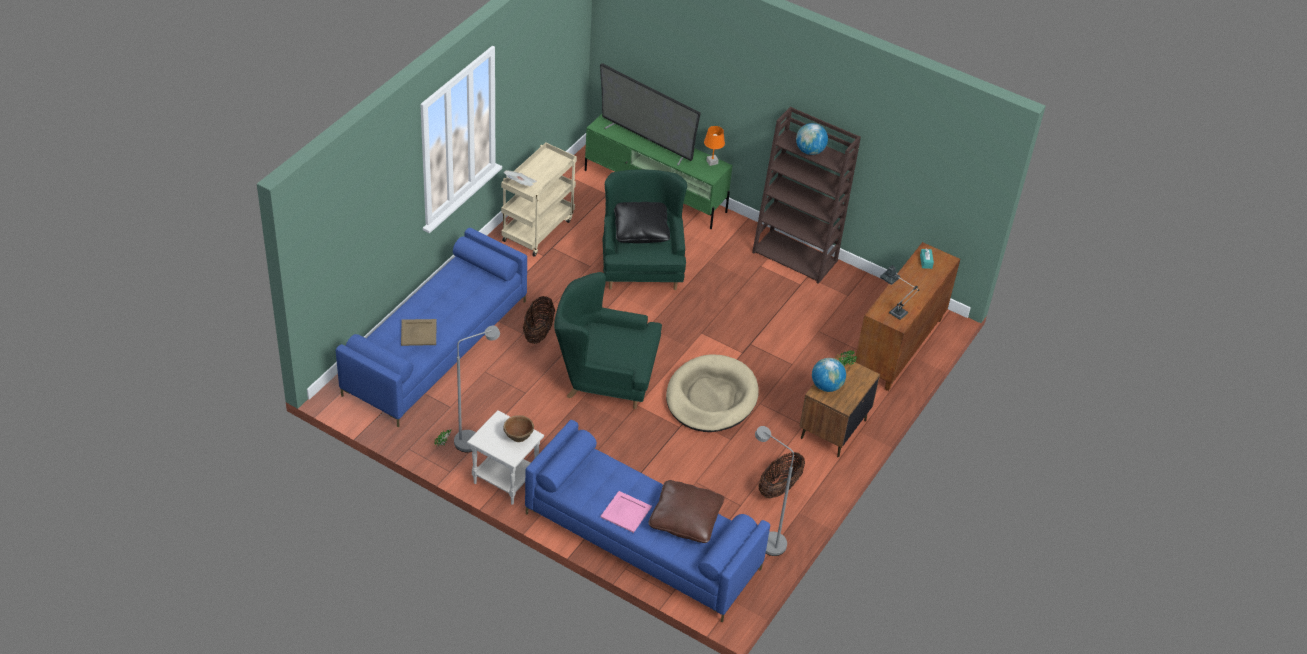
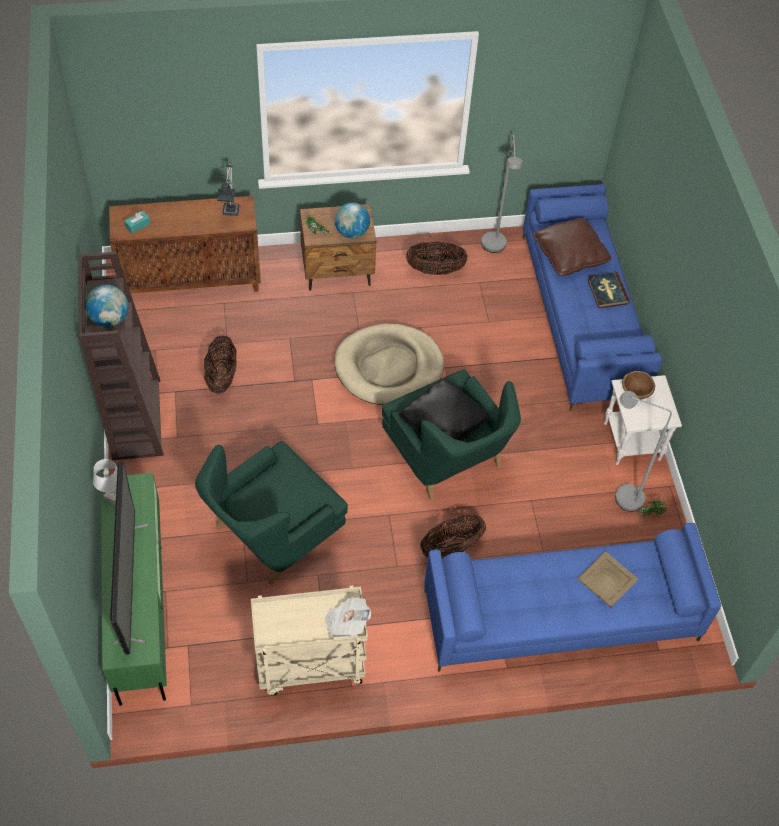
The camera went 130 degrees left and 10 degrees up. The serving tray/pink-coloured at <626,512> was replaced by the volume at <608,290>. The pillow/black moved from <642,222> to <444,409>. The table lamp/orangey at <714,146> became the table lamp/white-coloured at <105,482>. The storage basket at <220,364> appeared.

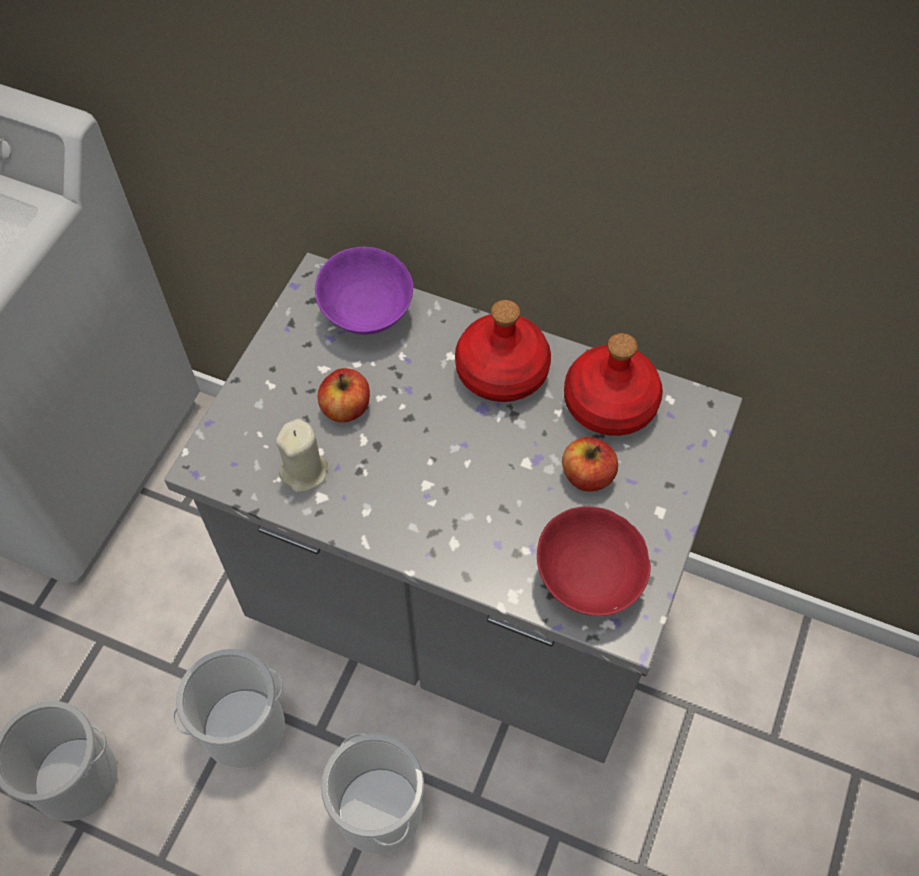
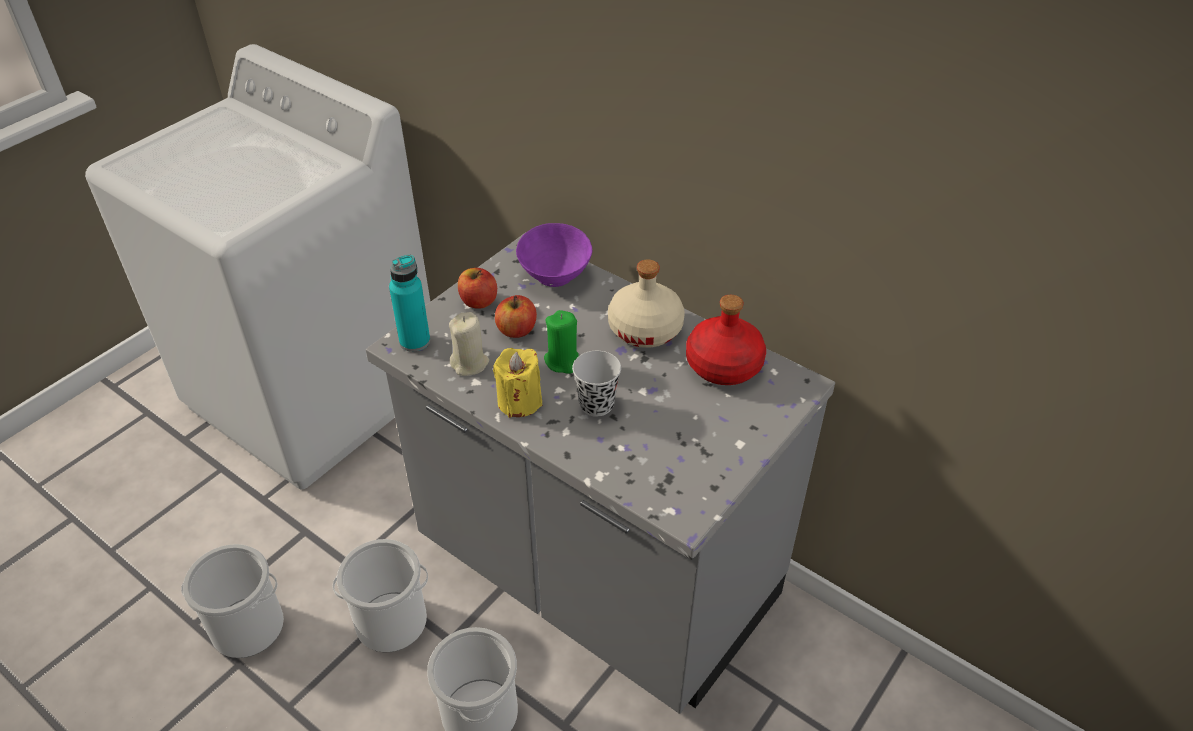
The camera went 15 degrees right and 15 degrees down. The drink bottle/reddish at <503,351> became the drink bottle/beige at <646,303>. The bowl/reddish at <594,561> disappeared. The apple moved from <590,464> to <477,288>. The drink bottle/turquoise-coloured at <409,303> appeared. The wax candle/yellowish at <517,383> appeared. The wax candle/green at <561,342> appeared. The drinking cup/black at <596,384> appeared.

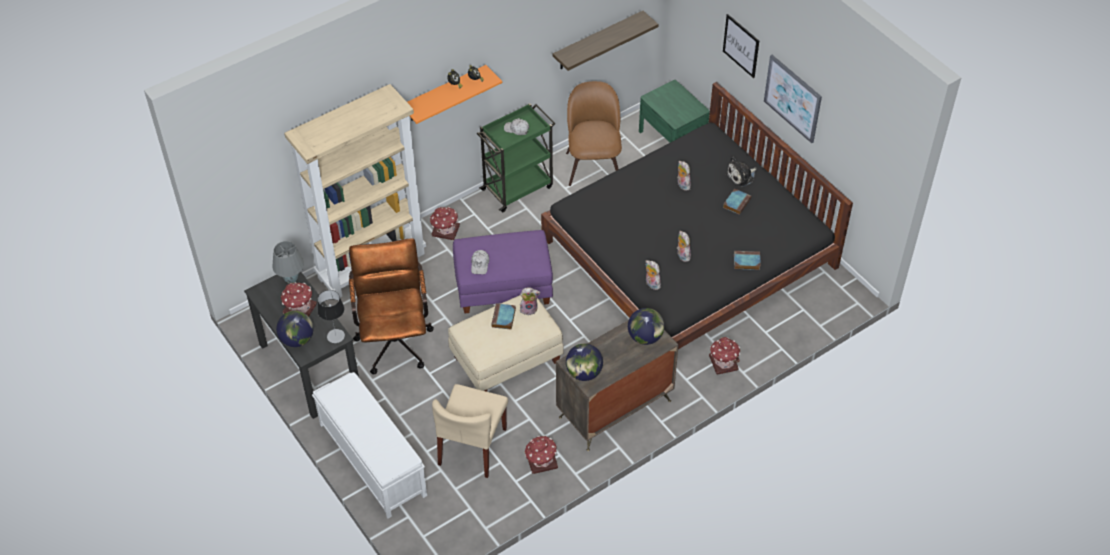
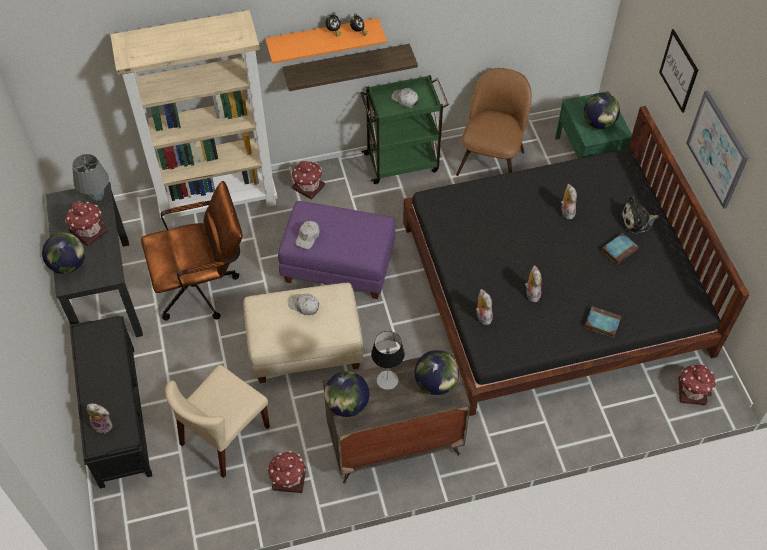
The camera went 20 degrees right and 5 degrees up. The indoor bench/white-coloured at <369,445> became the indoor bench/black at <111,402>. The table lamp moved from <331,316> to <388,360>. The computer chair/brown-coloured at <391,306> turned 60 degrees clockwise. The volume at <503,316> was replaced by the peaked cap/white-coloured at <303,304>. The cuddly toy moved from <530,301> to <99,418>. The wall shelf moved from <606,41> to <350,67>. The model house moved from <724,356> to <697,385>. The desk globe at <602,111> appeared.

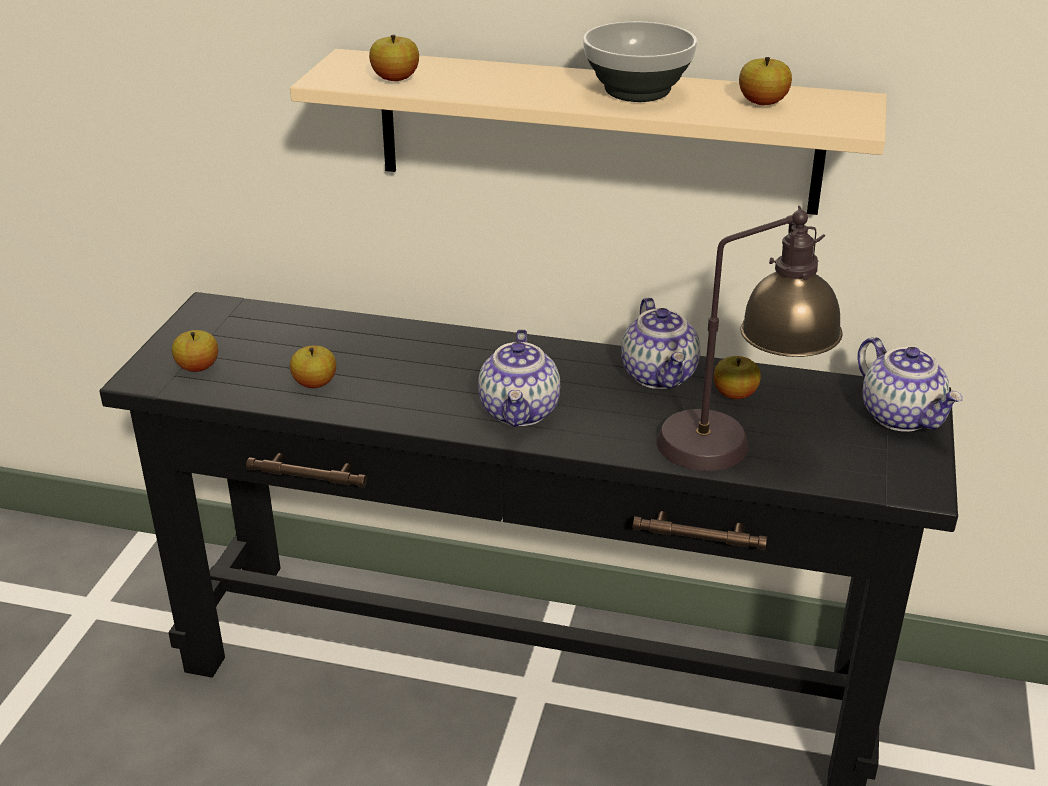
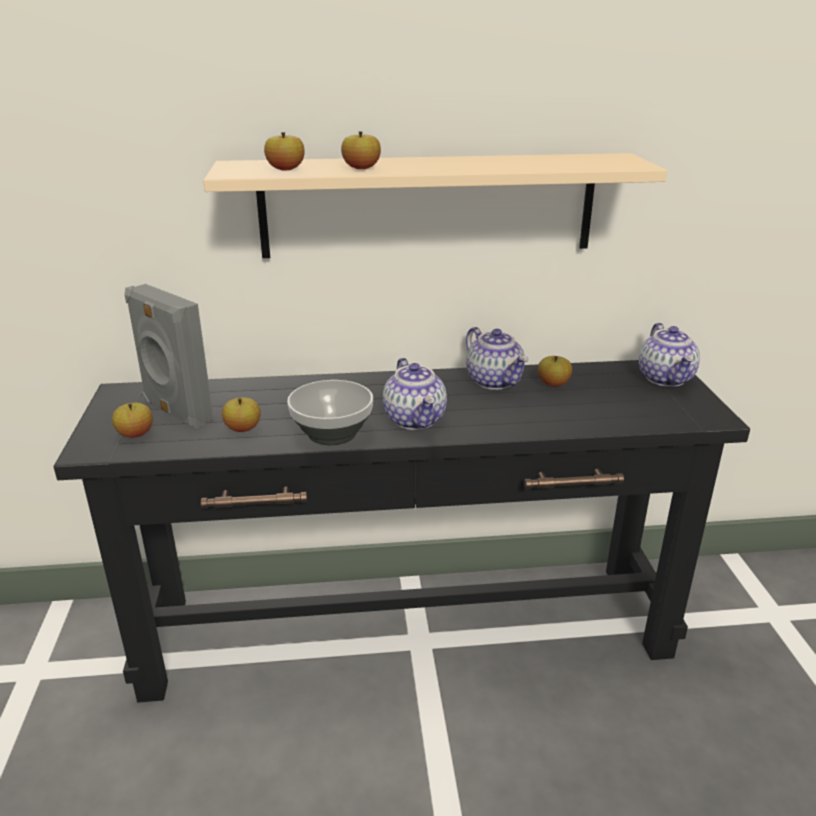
The camera went 20 degrees left and 5 degrees down. The bowl moved from <640,61> to <330,412>. The table lamp at <749,338> disappeared. The apple moved from <765,81> to <361,150>. The tea pot at <910,384> turned 45 degrees clockwise. The speaker/grey at <169,356> appeared.

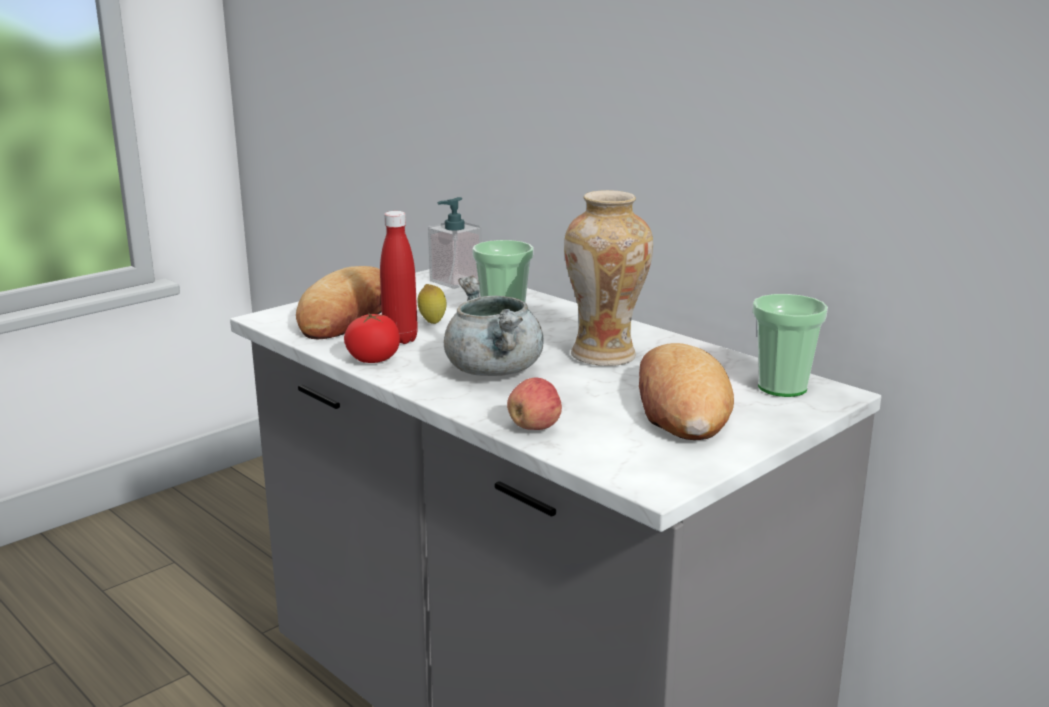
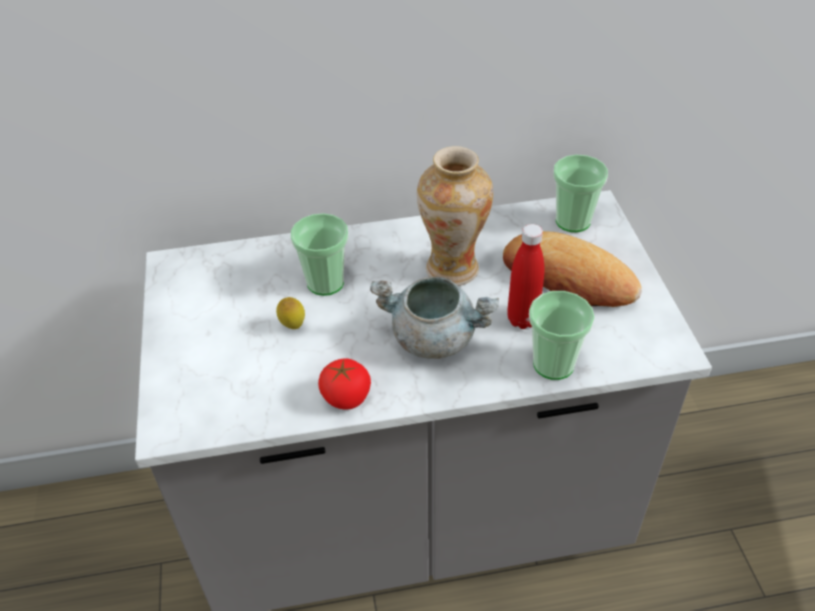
The camera went 55 degrees left and 25 degrees up. The bread at <339,302> disappeared. The drink bottle/reddish moved from <399,277> to <525,276>. The soap dispenser at <455,243> disappeared. The apple at <534,404> was replaced by the drinking cup at <562,335>.

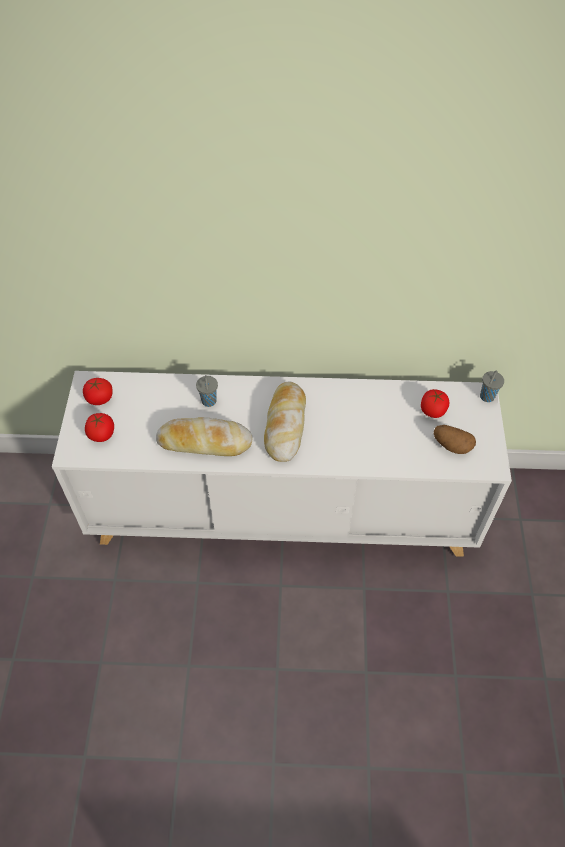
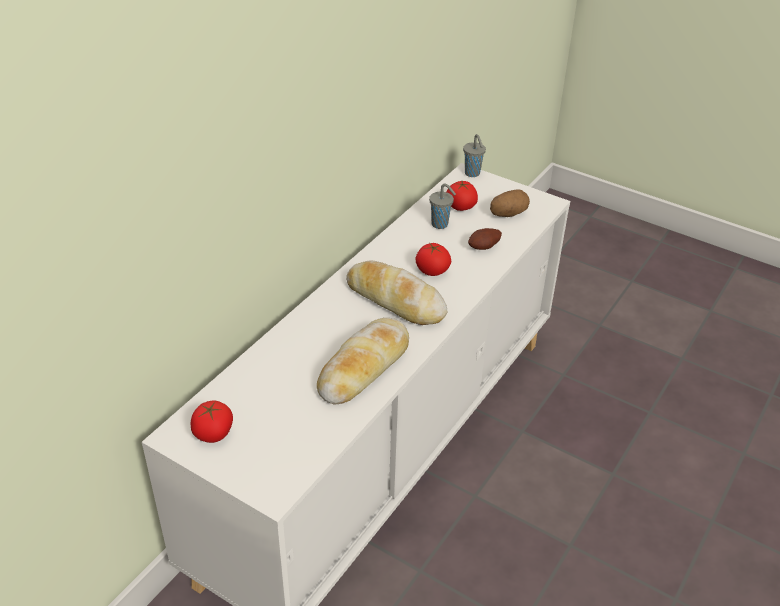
The camera went 60 degrees left and 15 degrees down. The tomato moved from <99,427> to <433,259>. The drinking cup/grey moved from <207,391> to <442,206>. The spud at <485,239> appeared.

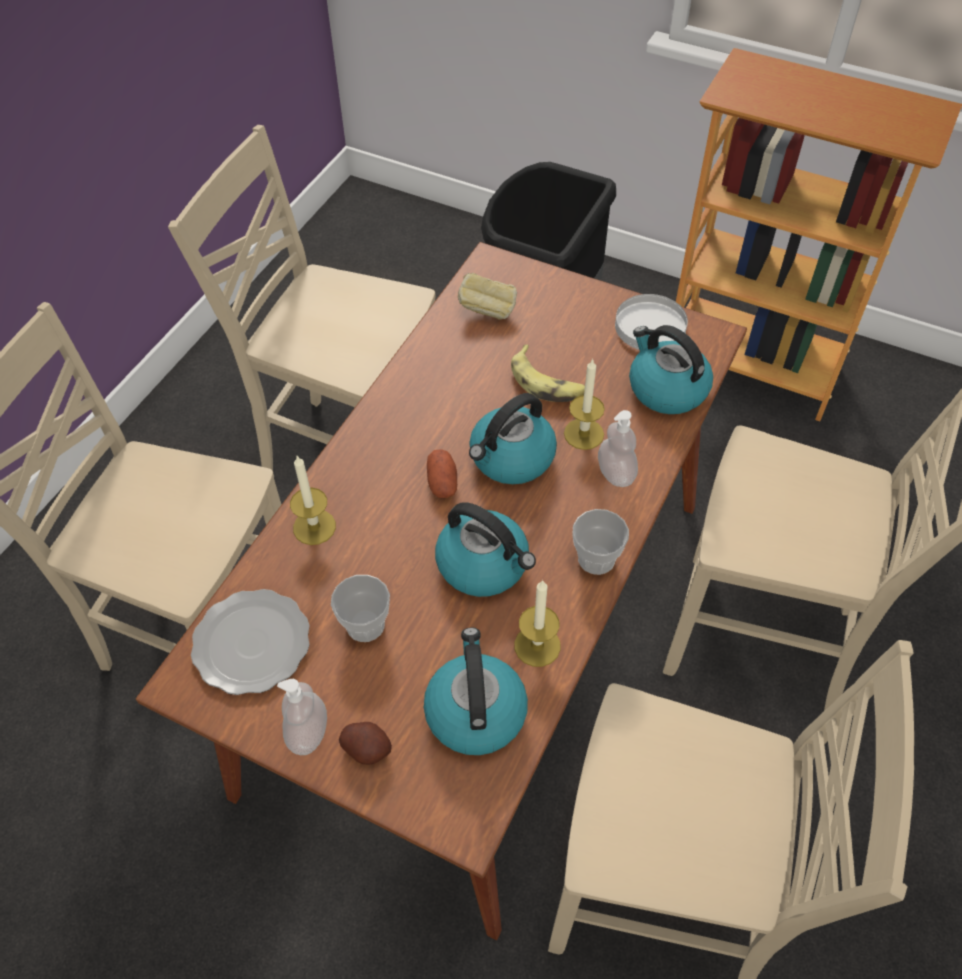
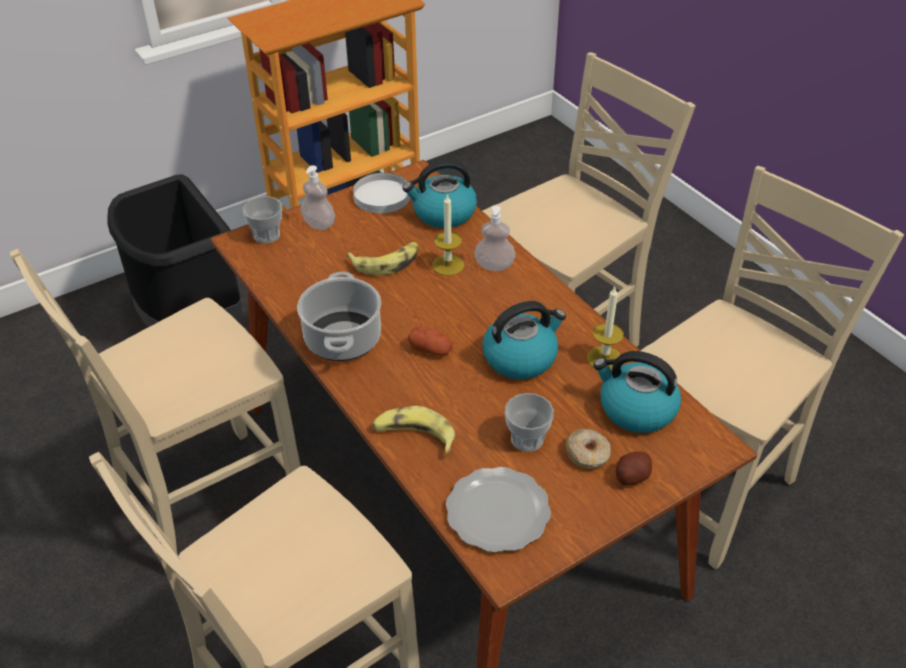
The camera went 60 degrees left and 10 degrees down. The soap dispenser moved from <302,717> to <318,197>. The wax candle at <313,500> was replaced by the banana fruit at <413,430>. The bread at <487,296> disappeared. The water kettle at <513,438> disappeared. The drinking cup moved from <600,542> to <262,220>. The saucepot at <339,316> appeared. The ring doughnut at <588,449> appeared.

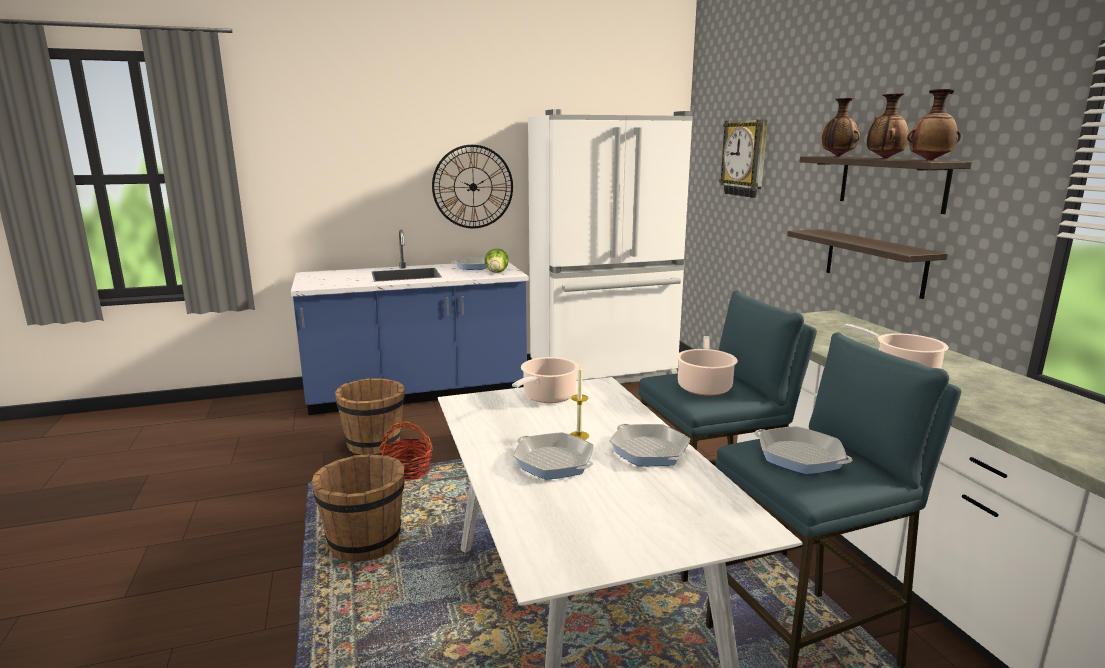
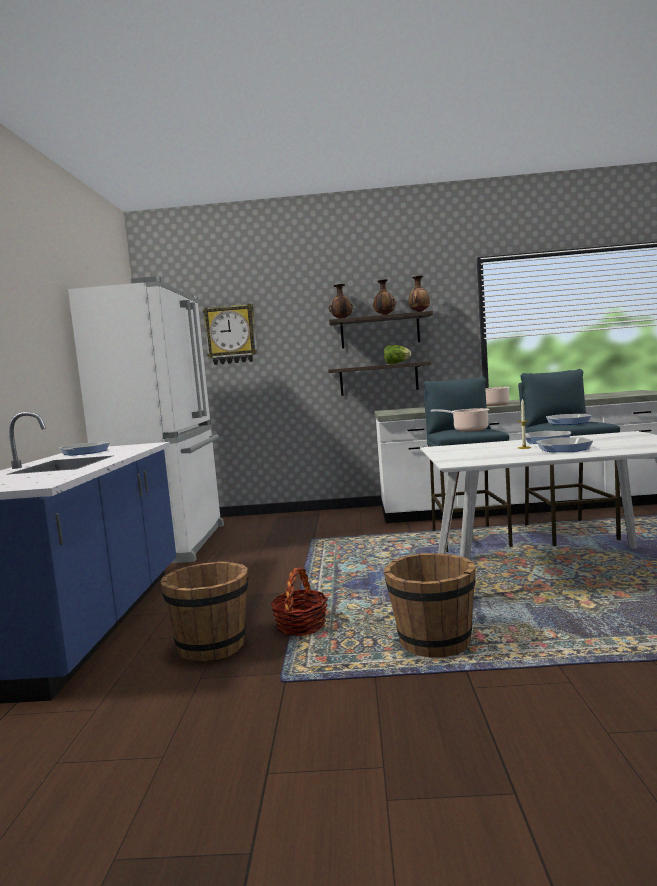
The camera went 70 degrees left and 10 degrees down. The wall clock at <472,186> disappeared. The head of lettuce moved from <497,261> to <397,354>. The saucepot at <545,380> disappeared.

